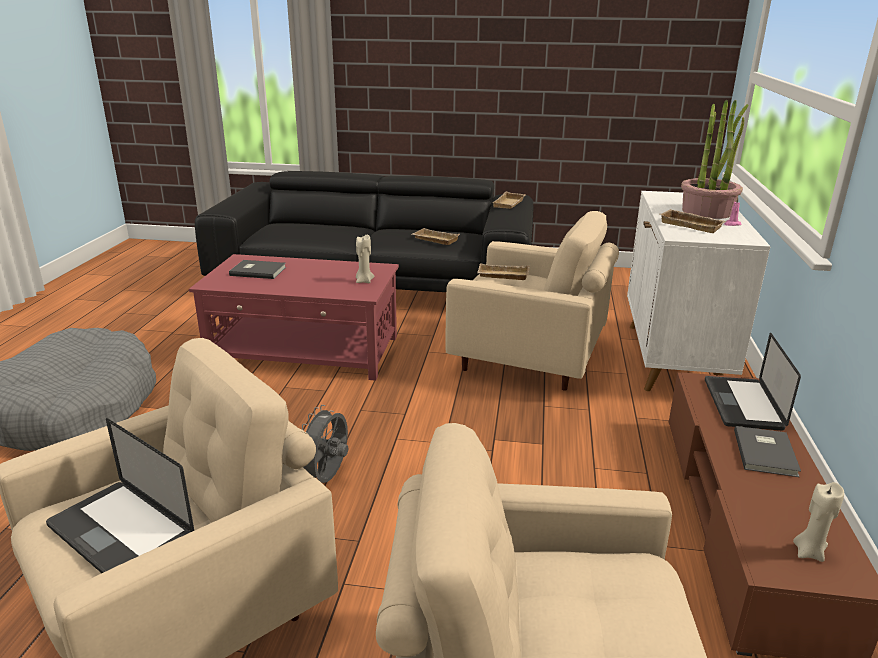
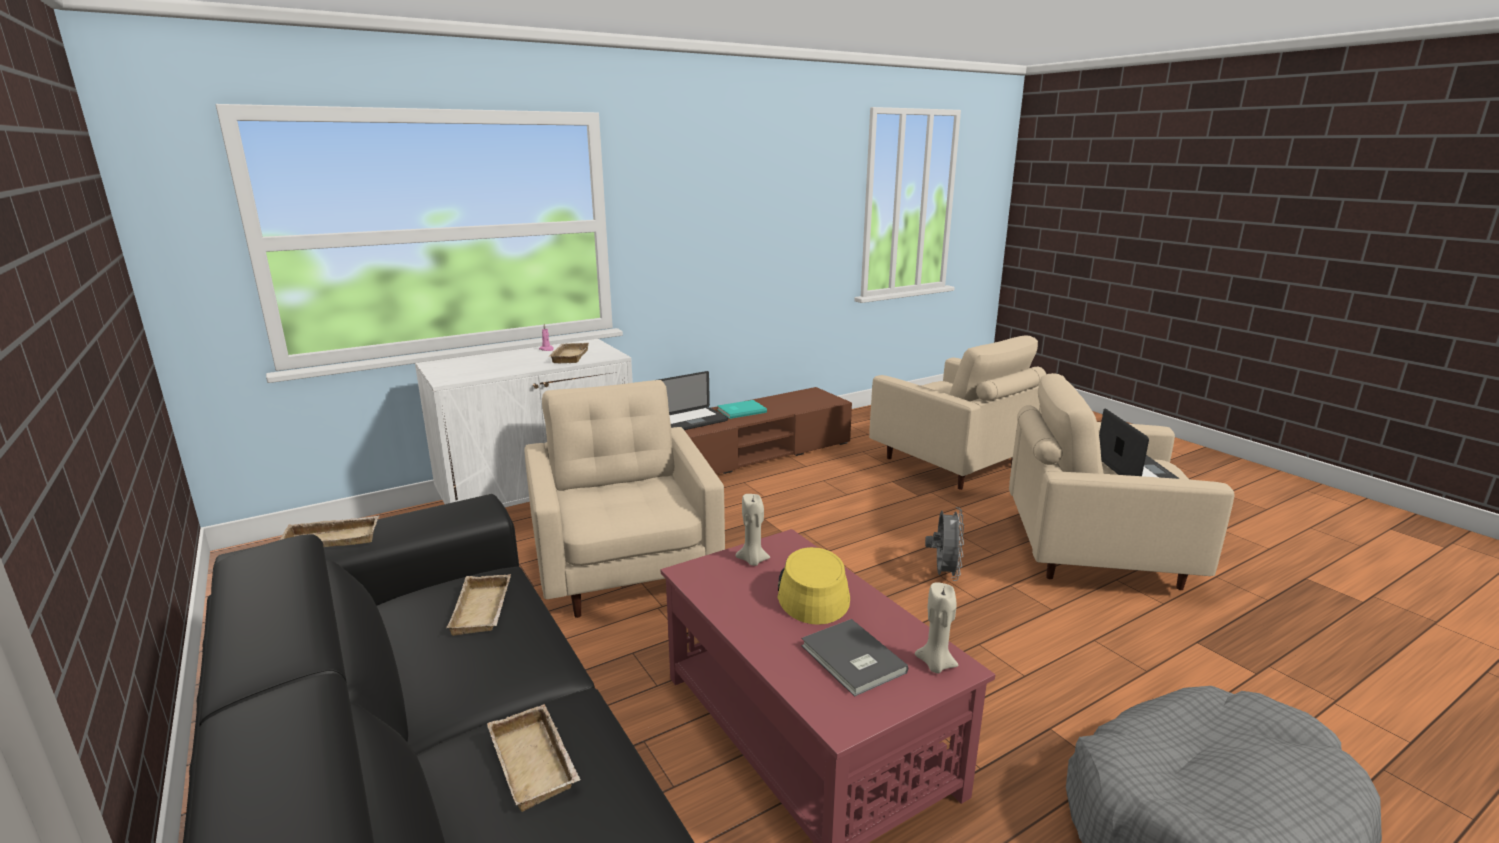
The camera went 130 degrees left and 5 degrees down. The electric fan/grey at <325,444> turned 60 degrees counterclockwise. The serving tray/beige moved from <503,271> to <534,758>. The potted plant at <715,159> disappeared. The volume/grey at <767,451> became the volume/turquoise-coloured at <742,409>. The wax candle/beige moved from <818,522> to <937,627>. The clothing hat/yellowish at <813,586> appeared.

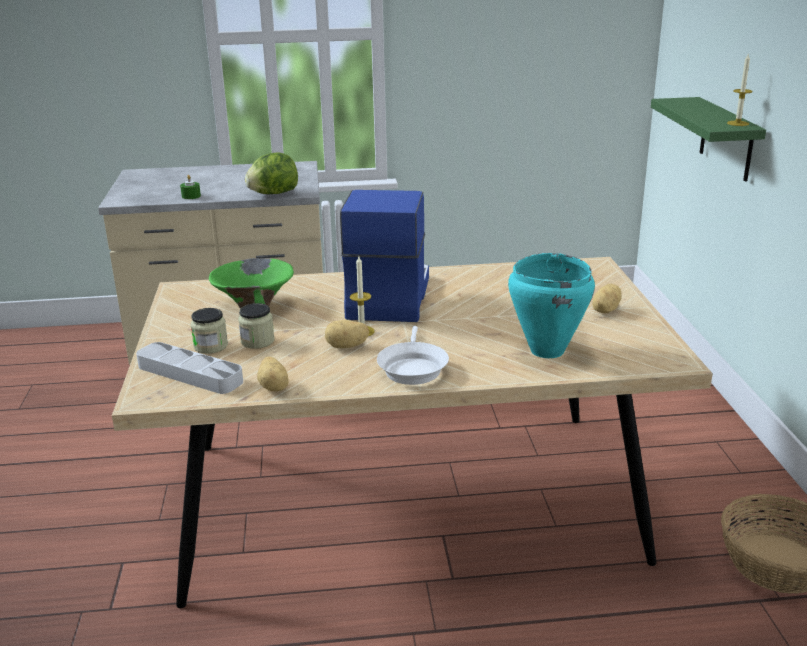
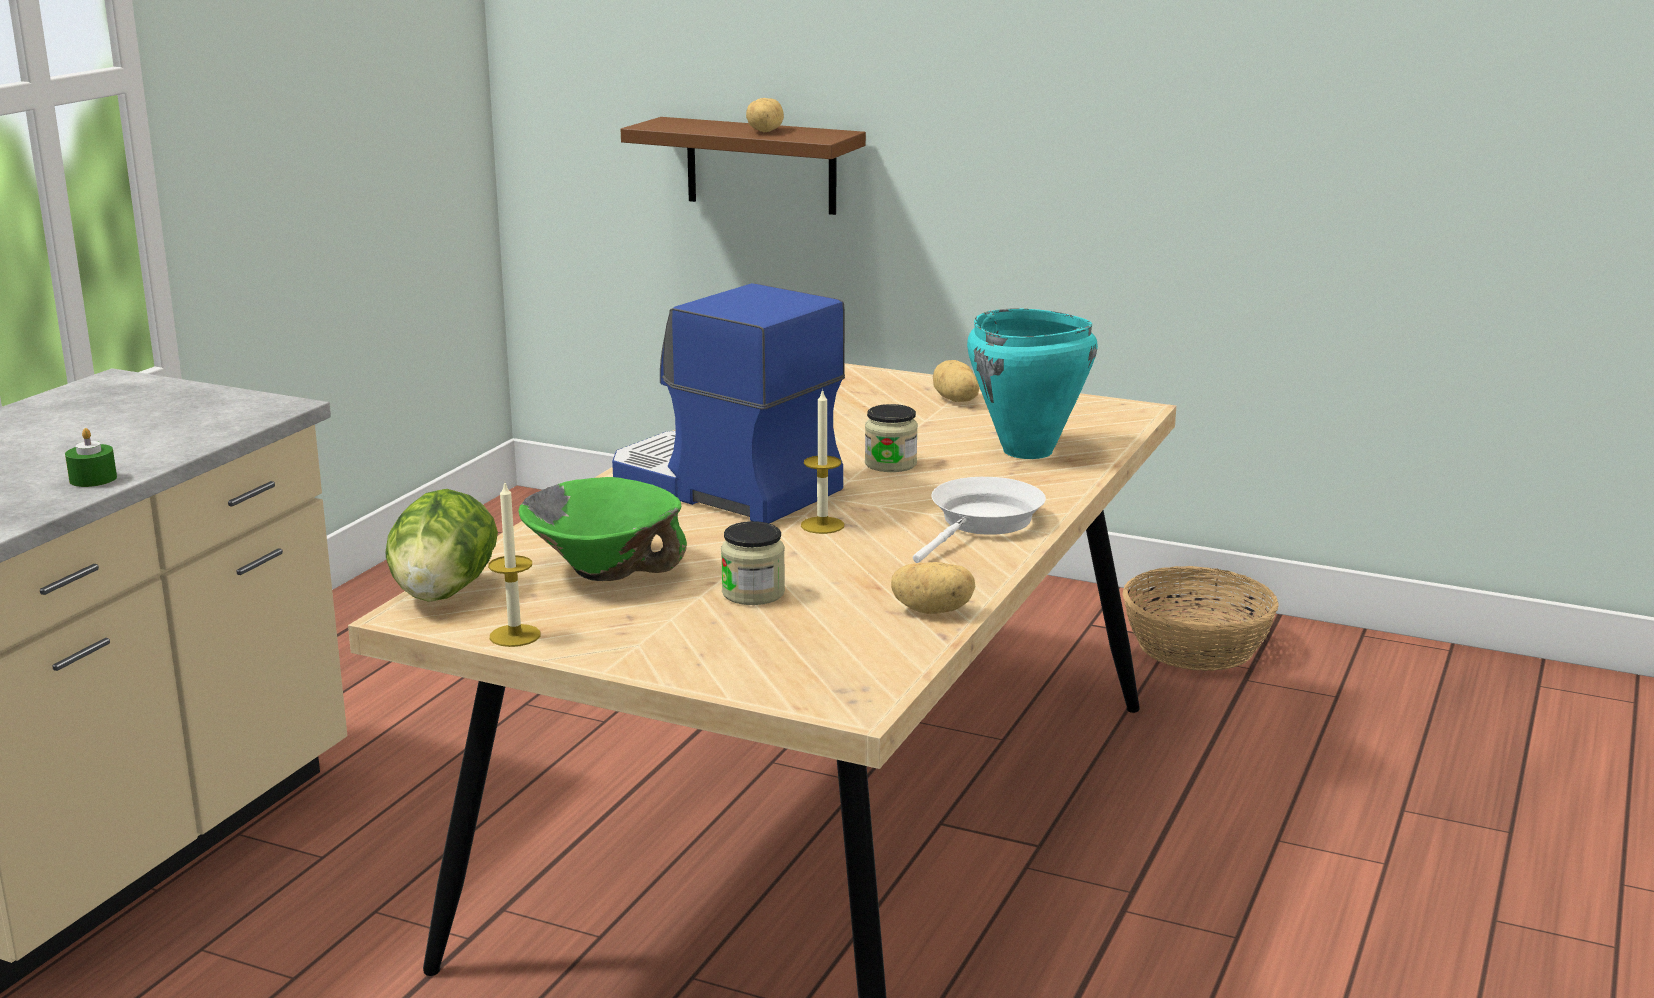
The camera went 60 degrees left and 5 degrees down. The serving tray/grey at <189,368> disappeared. The storage jar moved from <209,331> to <891,438>. The head of lettuce moved from <271,173> to <442,545>. The spud moved from <347,334> to <765,115>. The pan/white-coloured at <413,355> turned 90 degrees counterclockwise. The wall shelf/green at <708,139> became the wall shelf/brown-coloured at <743,166>. The wax candle moved from <740,90> to <514,565>.

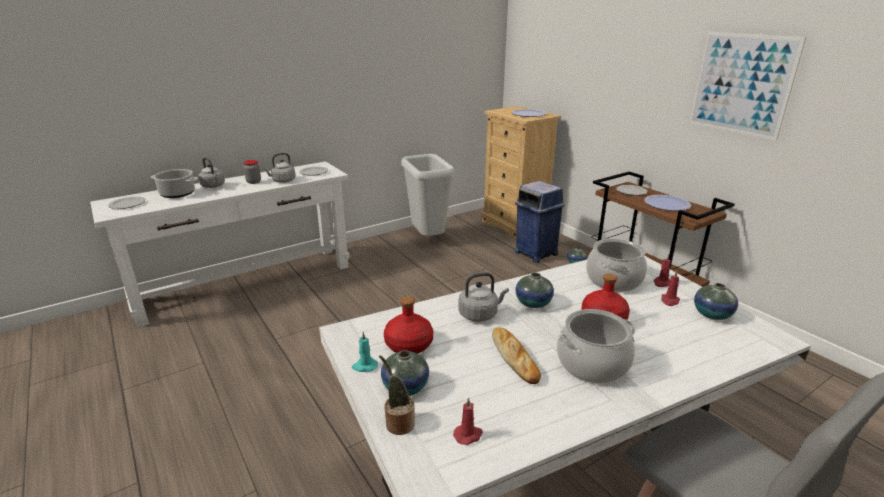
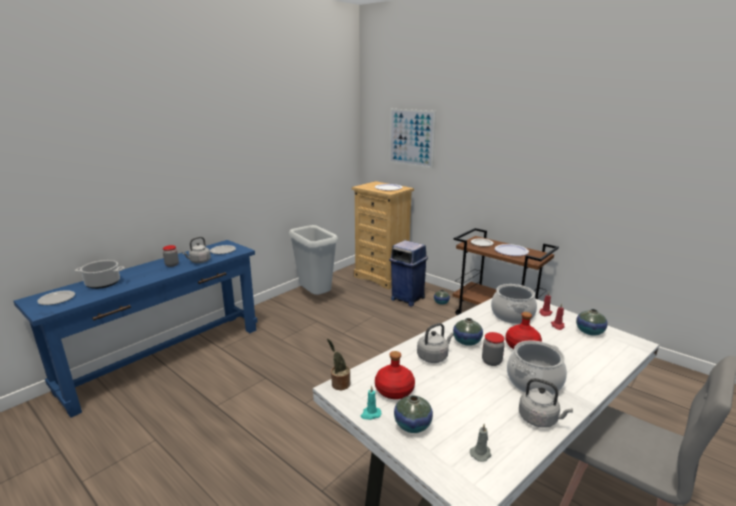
The camera went 15 degrees left and 5 degrees down. The narrow table/white-coloured at <220,244> became the narrow table/bluish at <135,329>. The water kettle/grey moved from <211,172> to <546,402>. The potted plant moved from <397,395> to <338,364>. The wax candle/reddish at <468,421> became the wax candle/grey at <481,443>. The bread at <516,355> disappeared. The wall art moved from <747,86> to <412,139>. The storage jar at <493,349> appeared.

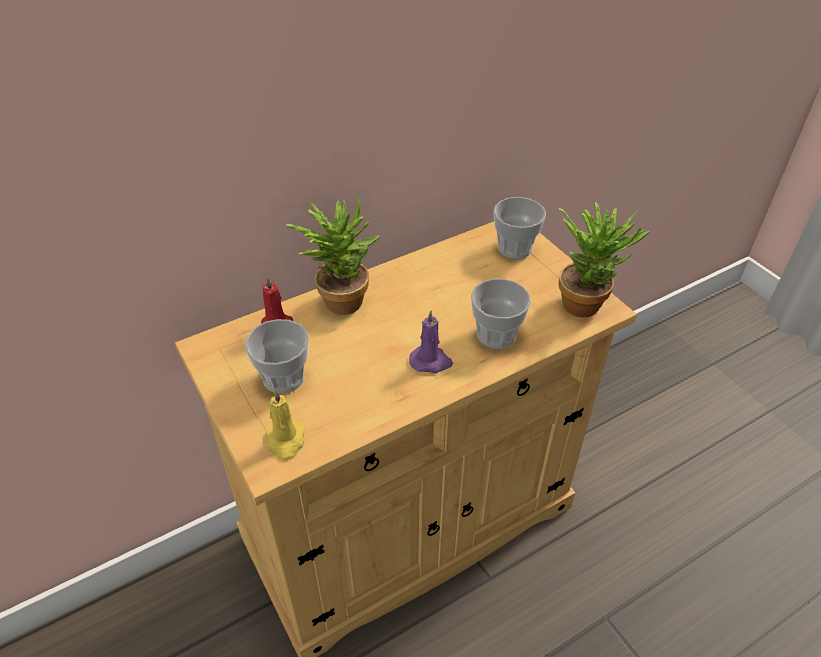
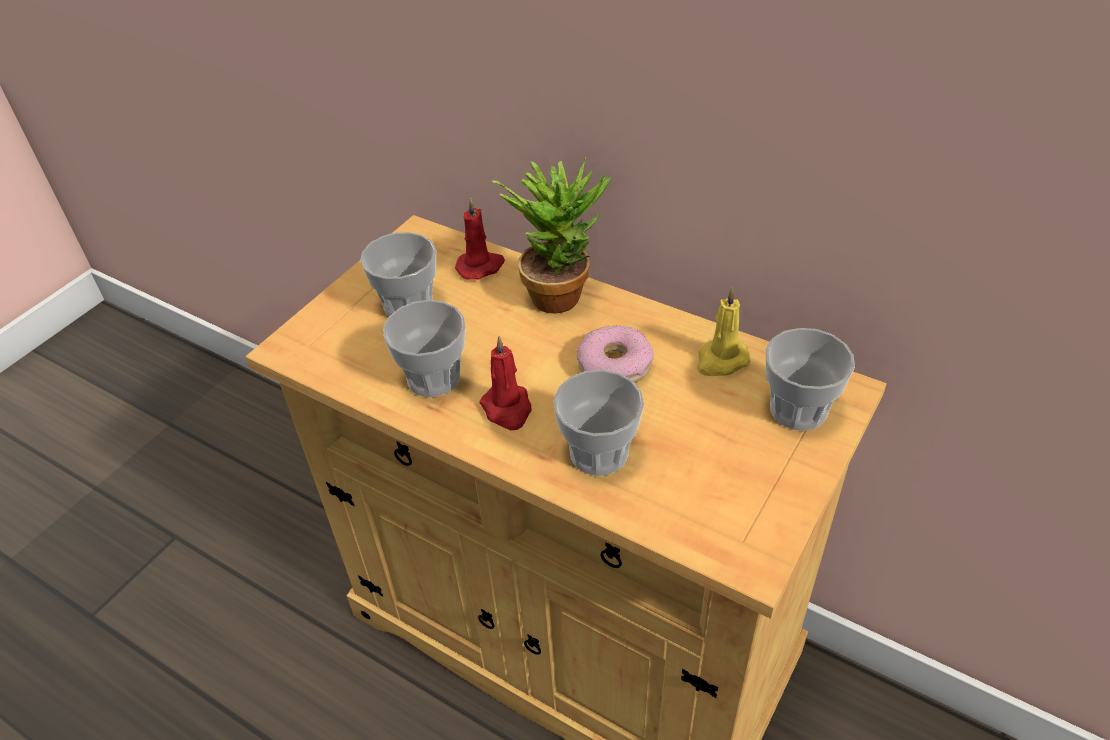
The camera went 65 degrees right and 0 degrees up. The wax candle/yellowish moved from <285,425> to <724,331>. The wax candle/purple at <431,341> became the wax candle/reddish at <505,383>. The potted plant at <604,259> disappeared. The drinking cup at <424,348> appeared. The ring doughnut at <615,354> appeared.

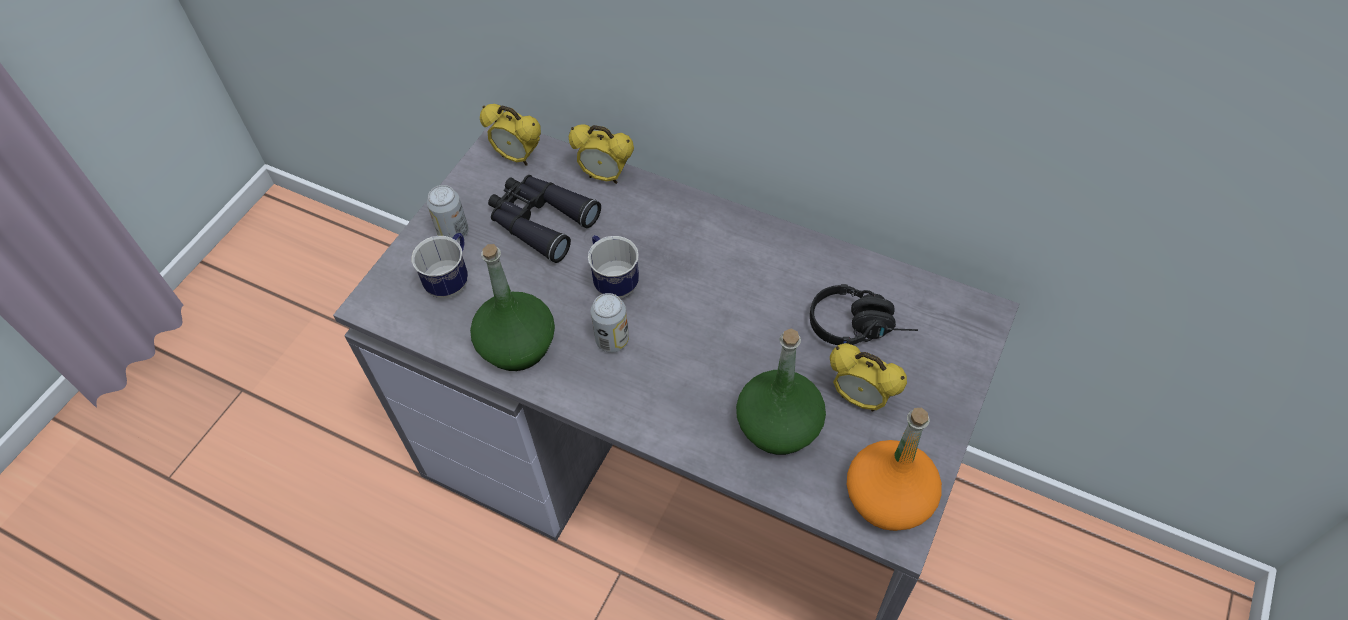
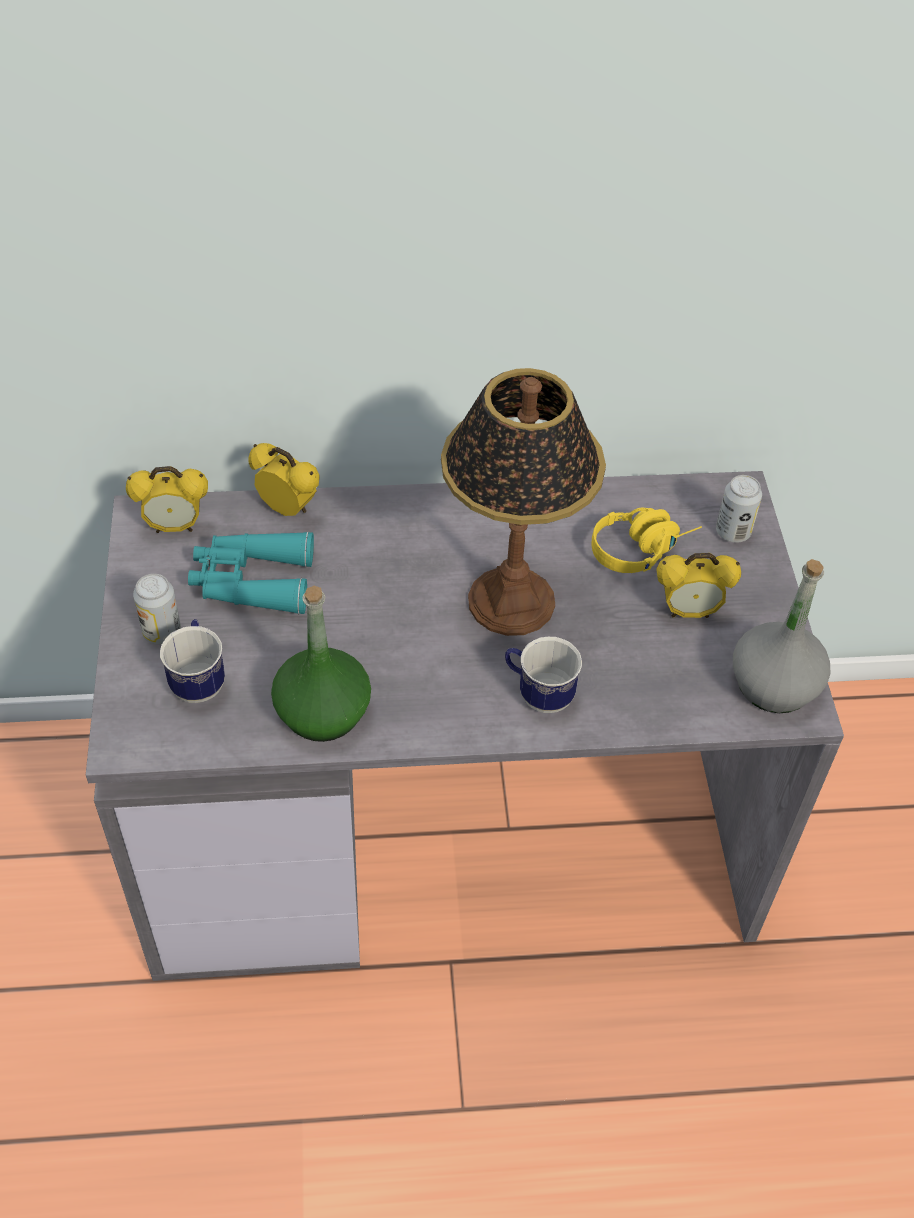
The camera went 35 degrees left and 5 degrees down. The field glasses/black at <544,219> became the field glasses/turquoise-coloured at <251,573>. The alarm clock at <601,154> turned 135 degrees counterclockwise. The coffee mug moved from <613,266> to <543,675>. The can moved from <610,323> to <739,509>. The drink bottle/green at <781,392> disappeared. The pair of headphones/black at <864,314> became the pair of headphones/yellowish at <647,540>. The drink bottle/orangey at <894,469> became the drink bottle/grey at <781,636>. The table lamp at <523,502> appeared.

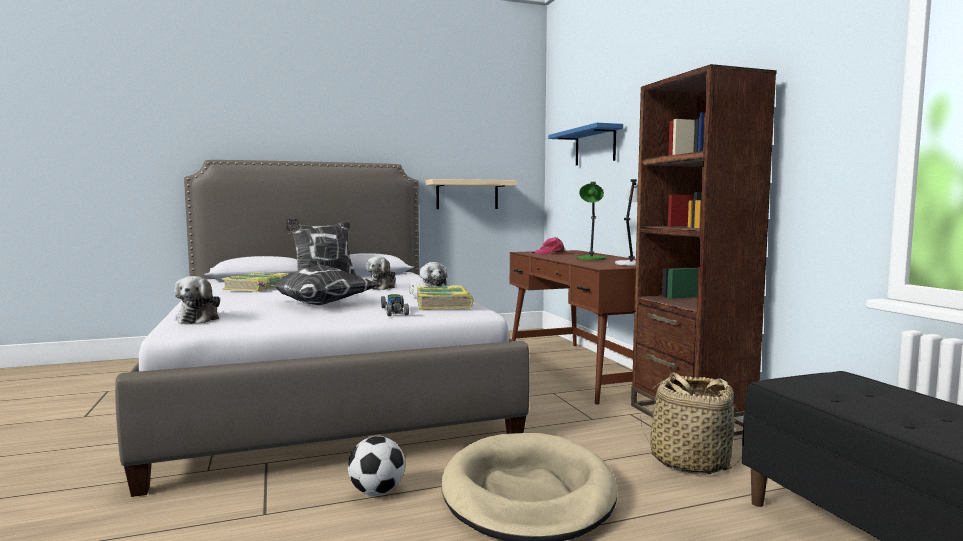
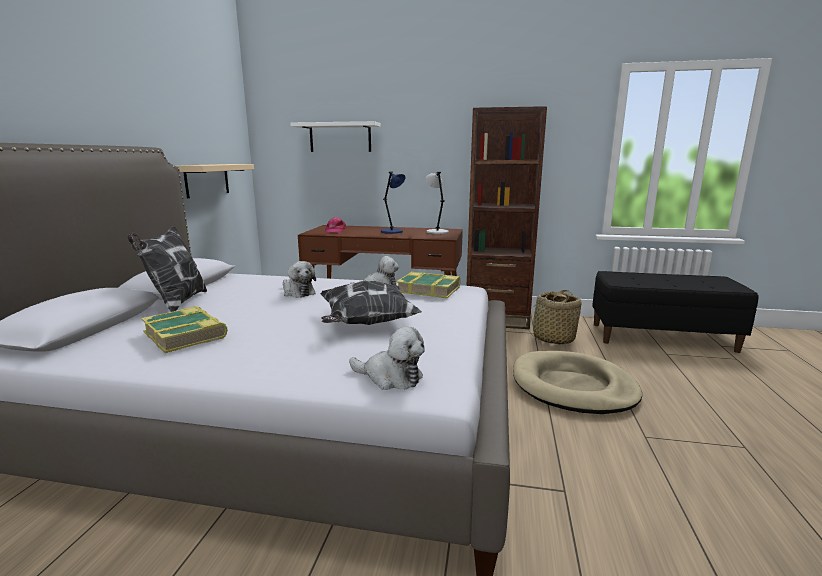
The camera went 60 degrees left and 10 degrees up. The ball for football at <376,466> disappeared. The miniature car at <395,305> disappeared. The wall shelf/bluish at <585,144> became the wall shelf/white-coloured at <335,136>. The table lamp/green at <591,221> became the table lamp/bluish at <393,203>.

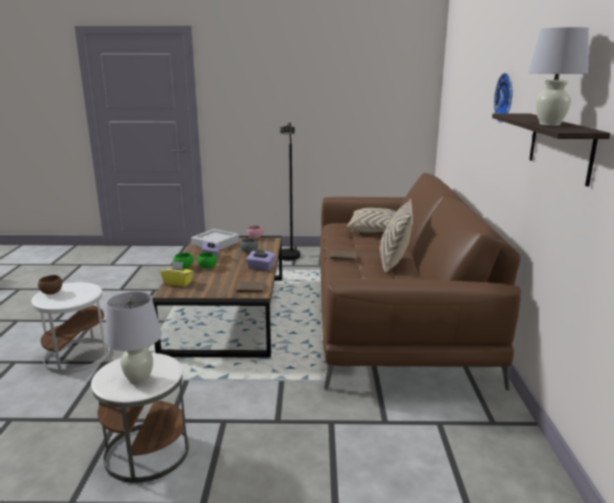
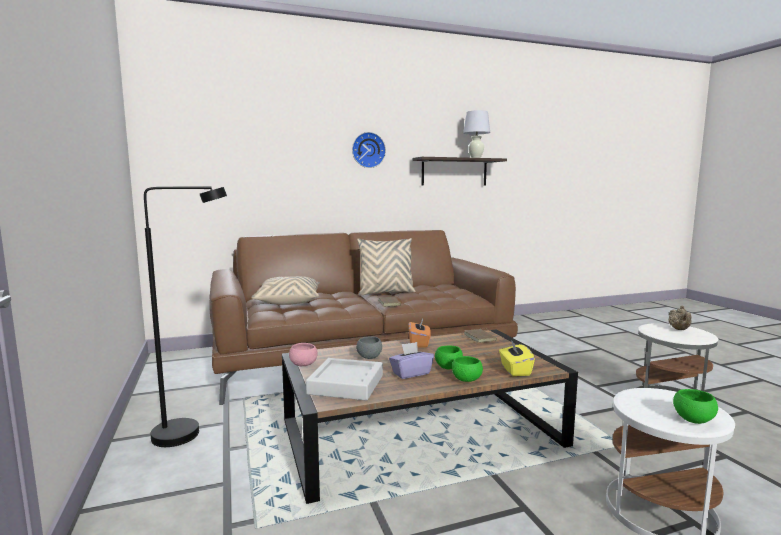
The camera went 110 degrees left and 10 degrees down. The bowl/brown-coloured at <50,285> became the bowl/green at <695,406>. The table lamp/white-coloured at <133,338> was replaced by the tea pot/beige at <680,318>. The box of tissues/purple at <261,260> became the box of tissues/orangey at <420,333>.

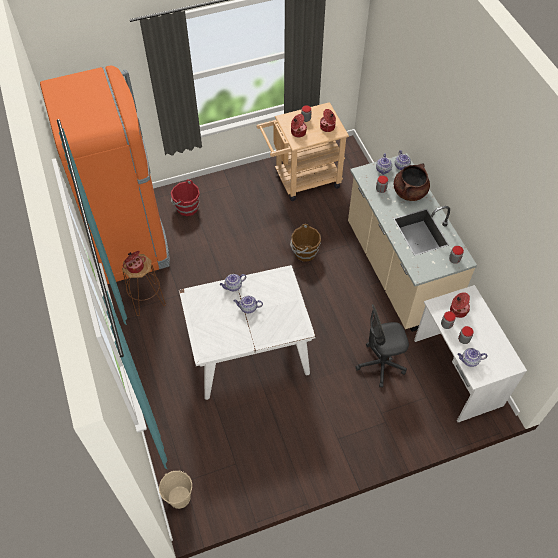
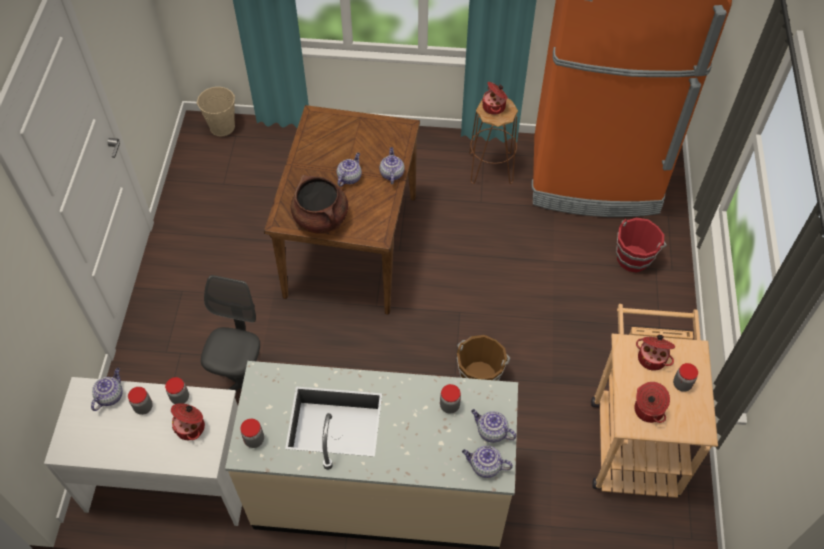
The camera went 115 degrees right and 0 degrees up. The dinner table/white-coloured at <247,332> became the dinner table/brown-coloured at <342,210>. The saucepot/brown-coloured moved from <412,182> to <319,204>.

